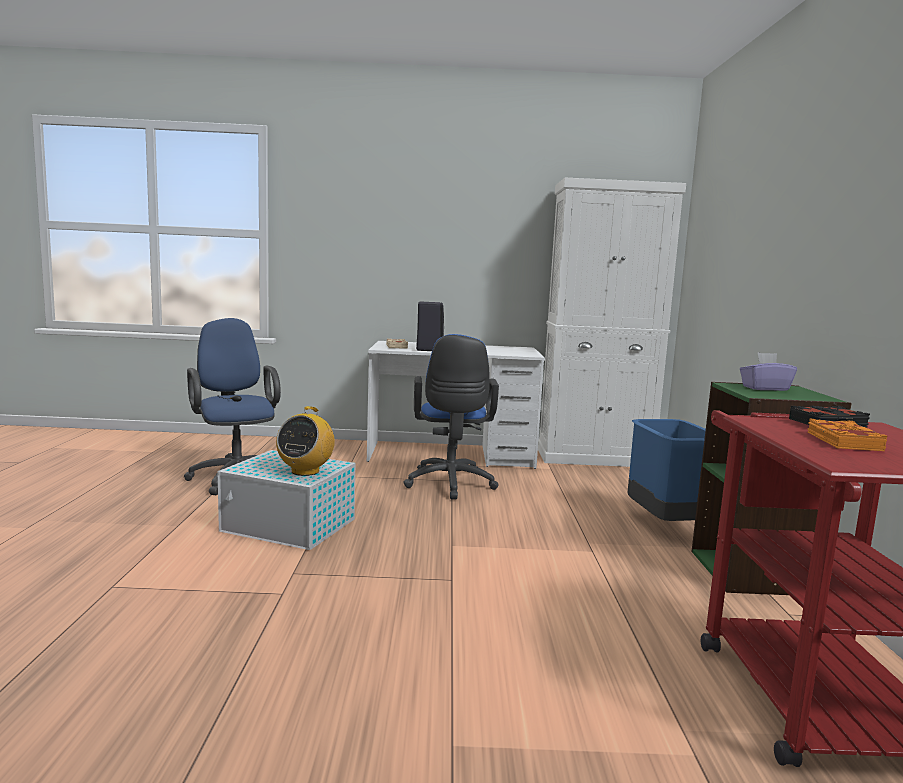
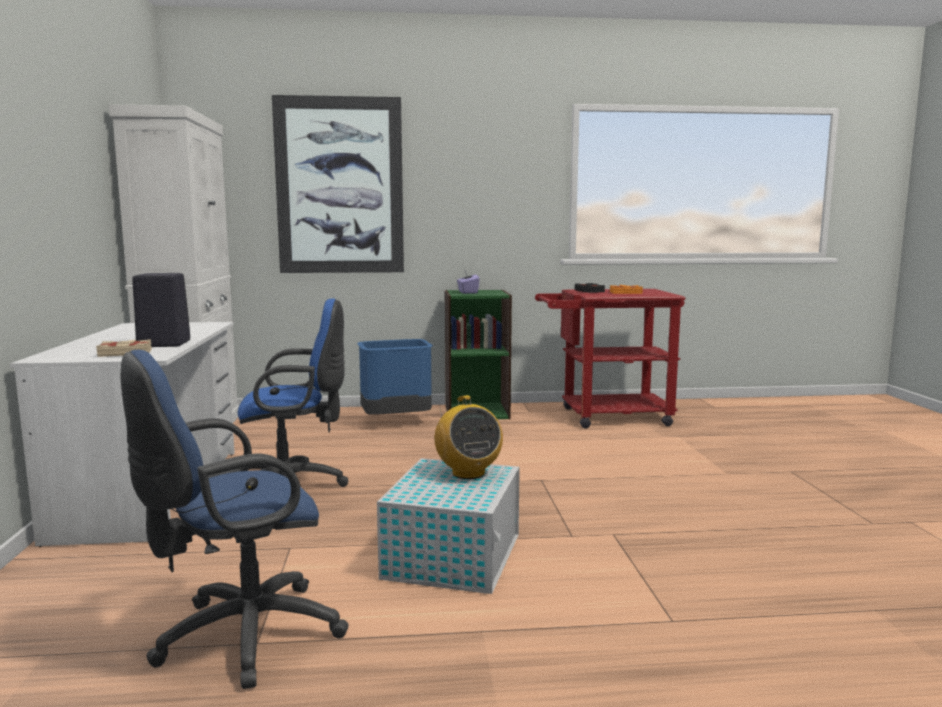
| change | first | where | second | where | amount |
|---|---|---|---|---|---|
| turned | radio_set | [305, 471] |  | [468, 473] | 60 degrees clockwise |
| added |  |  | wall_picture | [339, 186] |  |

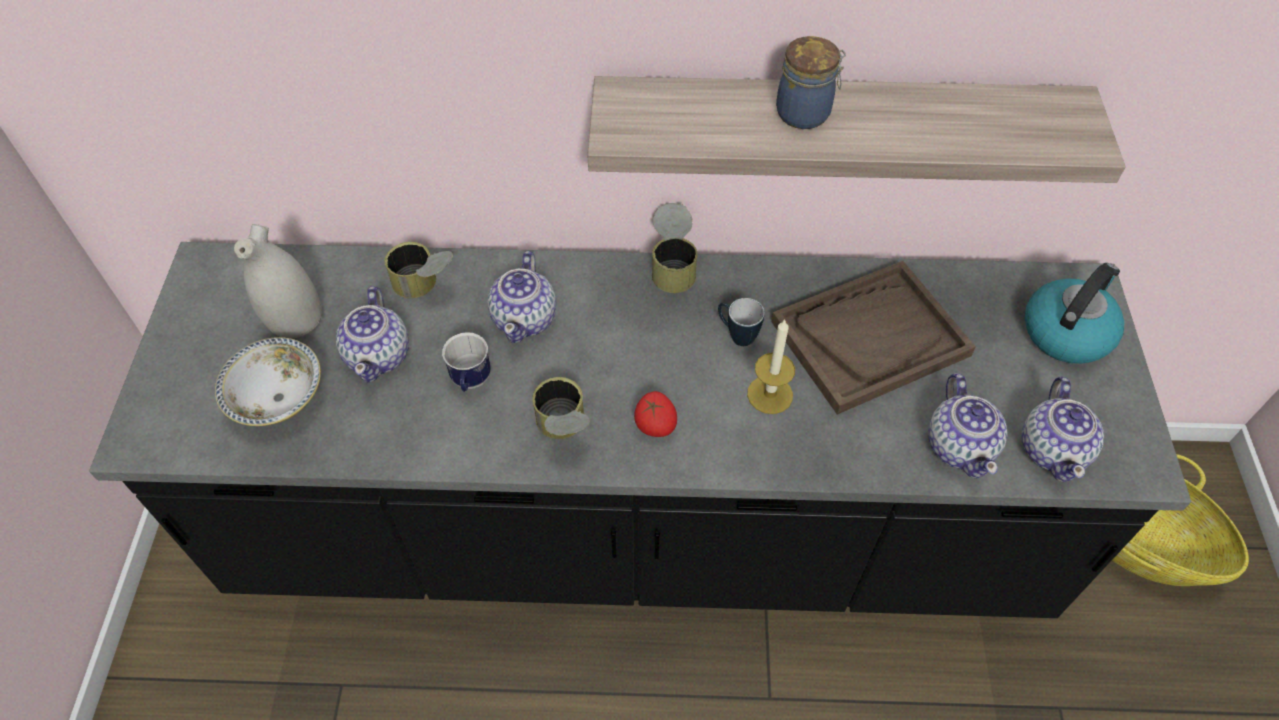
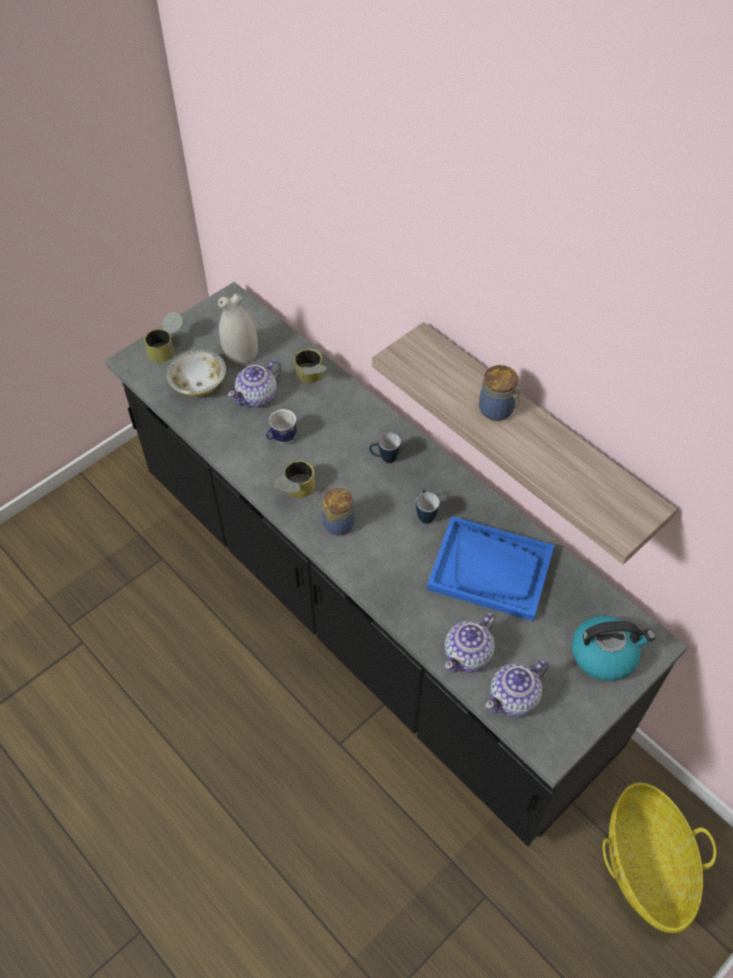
| change | first | where | second | where | amount |
|---|---|---|---|---|---|
| moved | sealed_can | [673, 265] |  | [167, 348] |  |
| removed | pot_for_tea | [525, 318] |  |  |  |
| recoloured | brown-coloured_tray | [870, 338] | bluish_tray | [491, 569] |  |
| removed | candle | [770, 394] |  |  |  |
| replaced | fresh_tomato | [655, 424] | jar | [337, 523] |  |
| added |  |  | coffee_mug | [384, 458] |  |

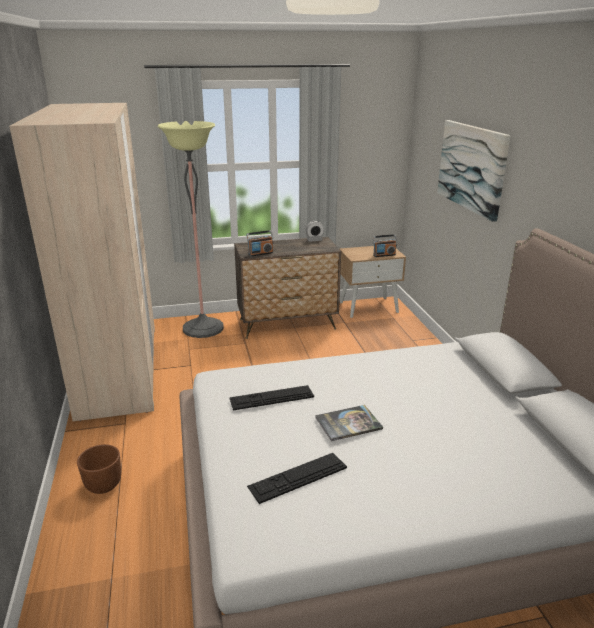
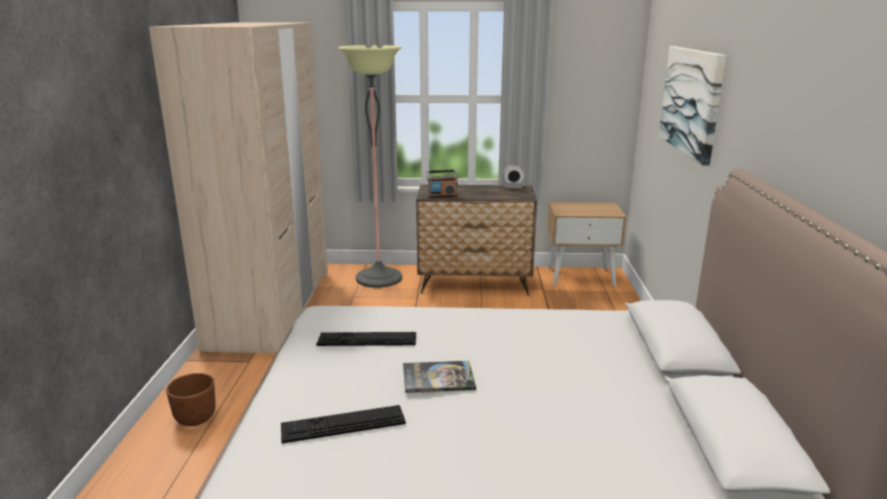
| change | first | where | second | where | amount |
|---|---|---|---|---|---|
| removed | radio_set | [384, 255] |  |  |  |

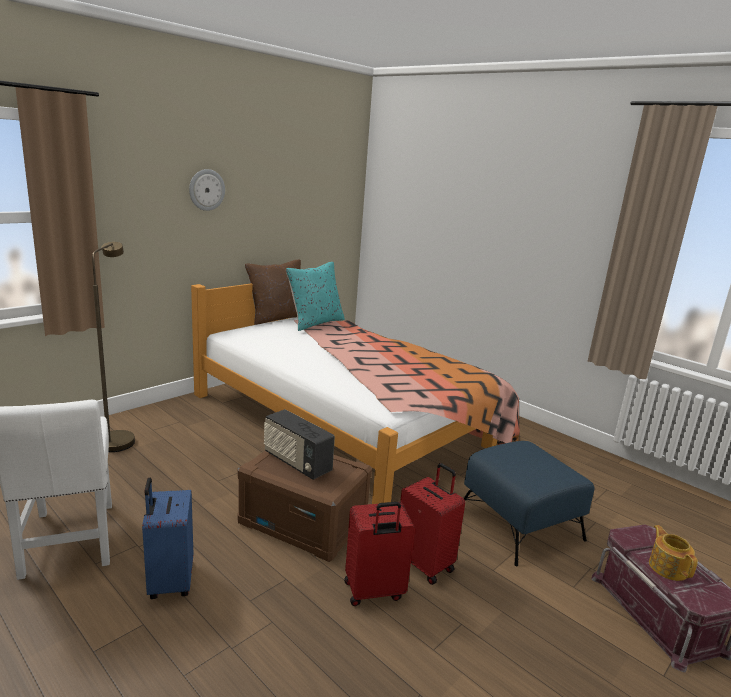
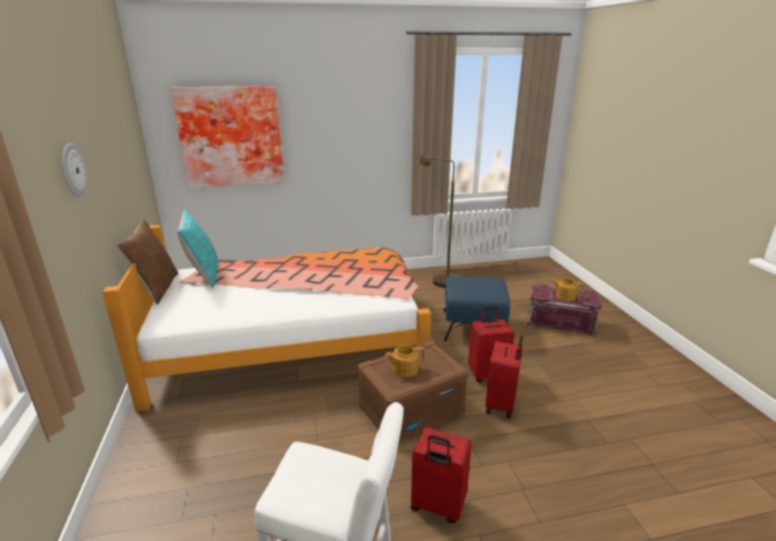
| change | first | where | second | where | amount |
|---|---|---|---|---|---|
| moved | brown-coloured_floor_lamp | [118, 438] |  | [437, 281] |  |
| replaced | radio_set | [296, 463] | pot_for_tea | [404, 369] |  |
| recoloured | bluish_suitcase | [169, 581] | reddish_suitcase | [437, 506] |  |
| added |  |  | wall_picture | [231, 136] |  |

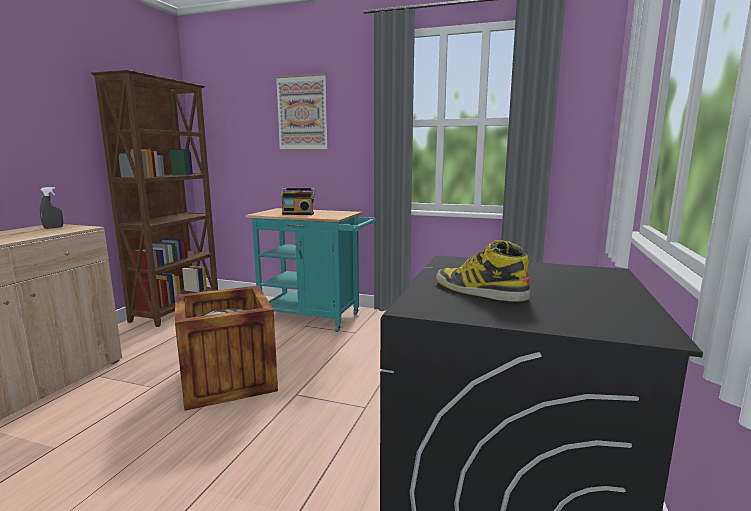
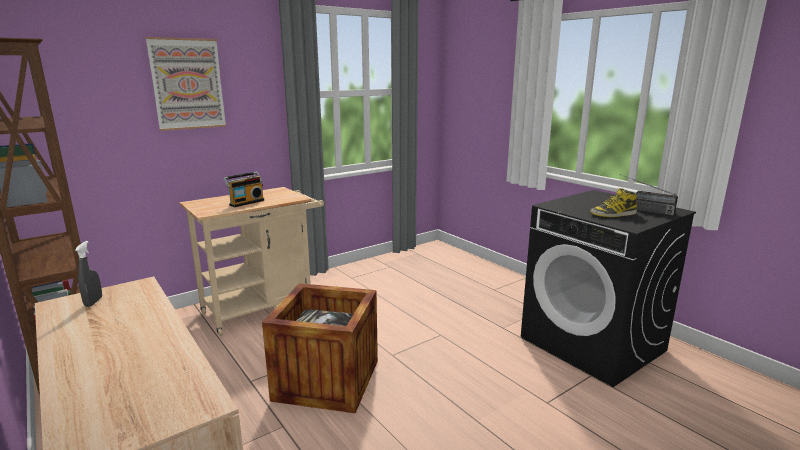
| change | first | where | second | where | amount |
|---|---|---|---|---|---|
| recoloured | blue-green_wheeled_cart | [315, 318] | beige-coloured_wheeled_cart | [264, 308] |  |
| added |  |  | radio_set | [643, 210] |  |

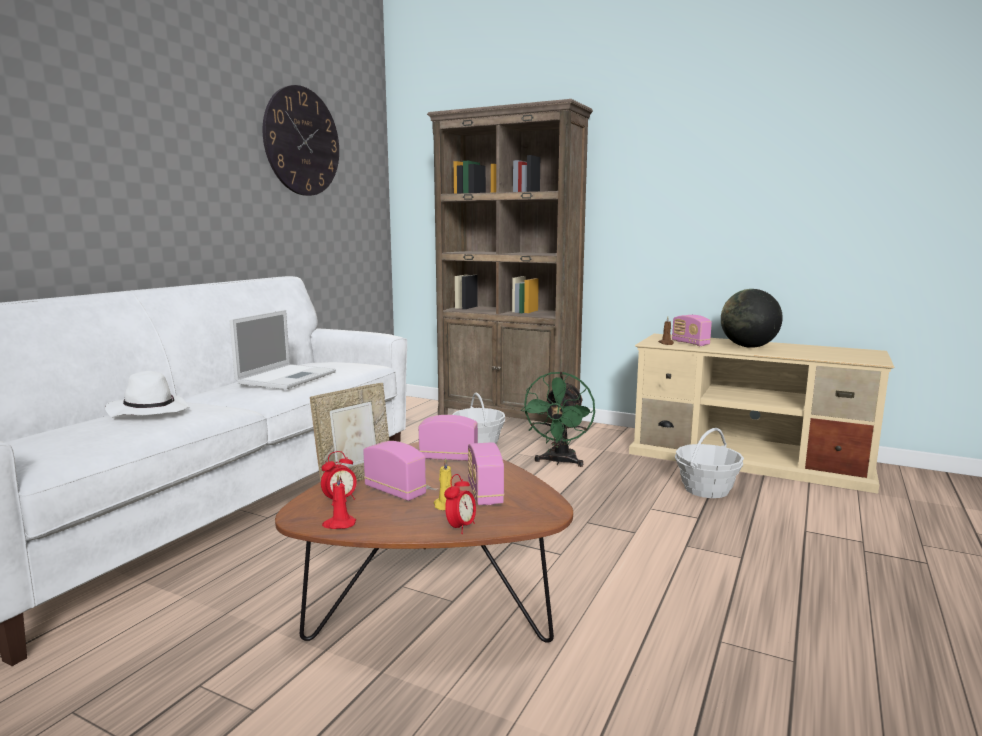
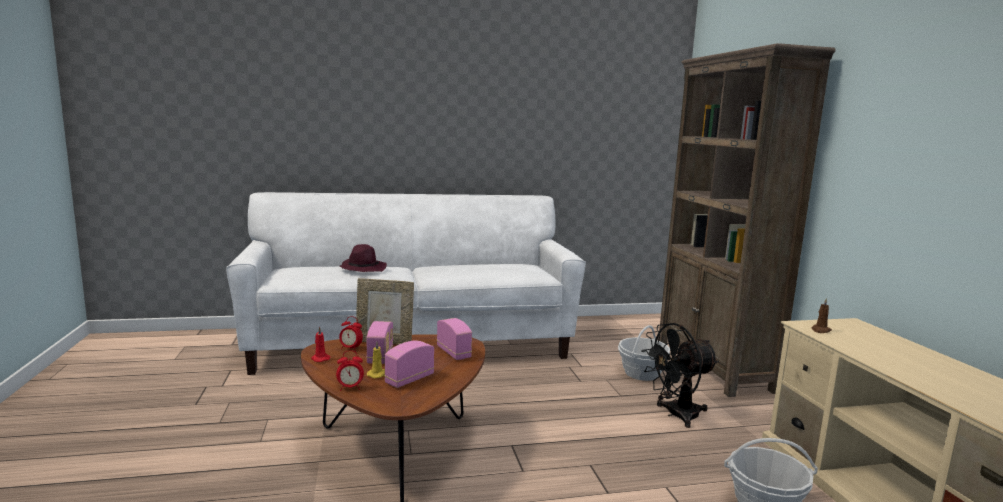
| change | first | where | second | where | amount |
|---|---|---|---|---|---|
| removed | wall_clock | [302, 141] |  |  |  |
| removed | world_globe | [748, 347] |  |  |  |
| removed | notebook_computer | [288, 377] |  |  |  |
| removed | radio_set | [690, 343] |  |  |  |
| recoloured | white_wearable_hat | [148, 411] | purple-coloured_wearable_hat | [362, 268] |  |
| recoloured | green_electric_fan | [559, 462] | black-coloured_electric_fan | [675, 415] |  |

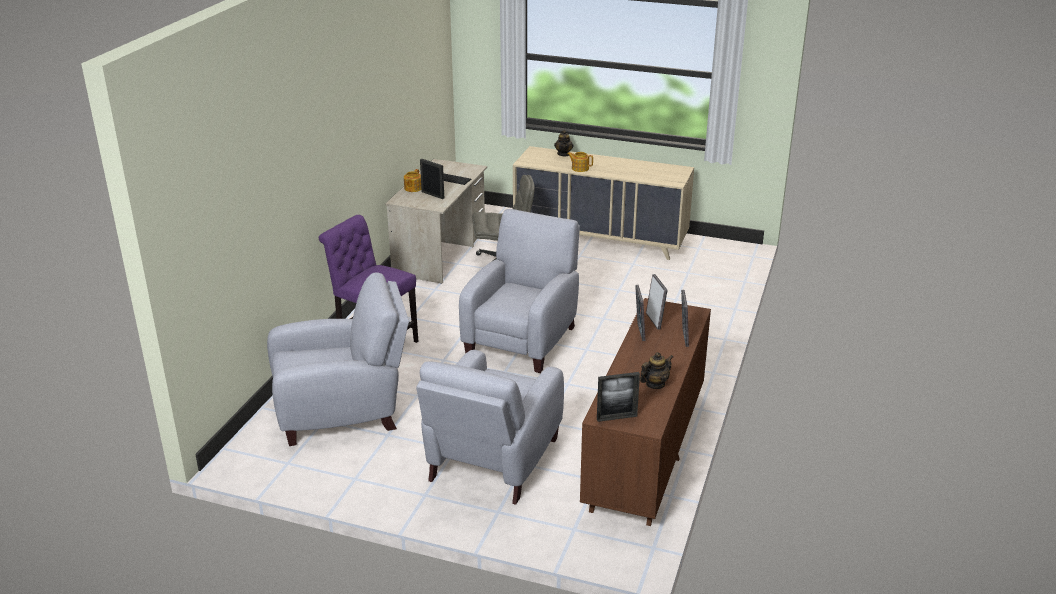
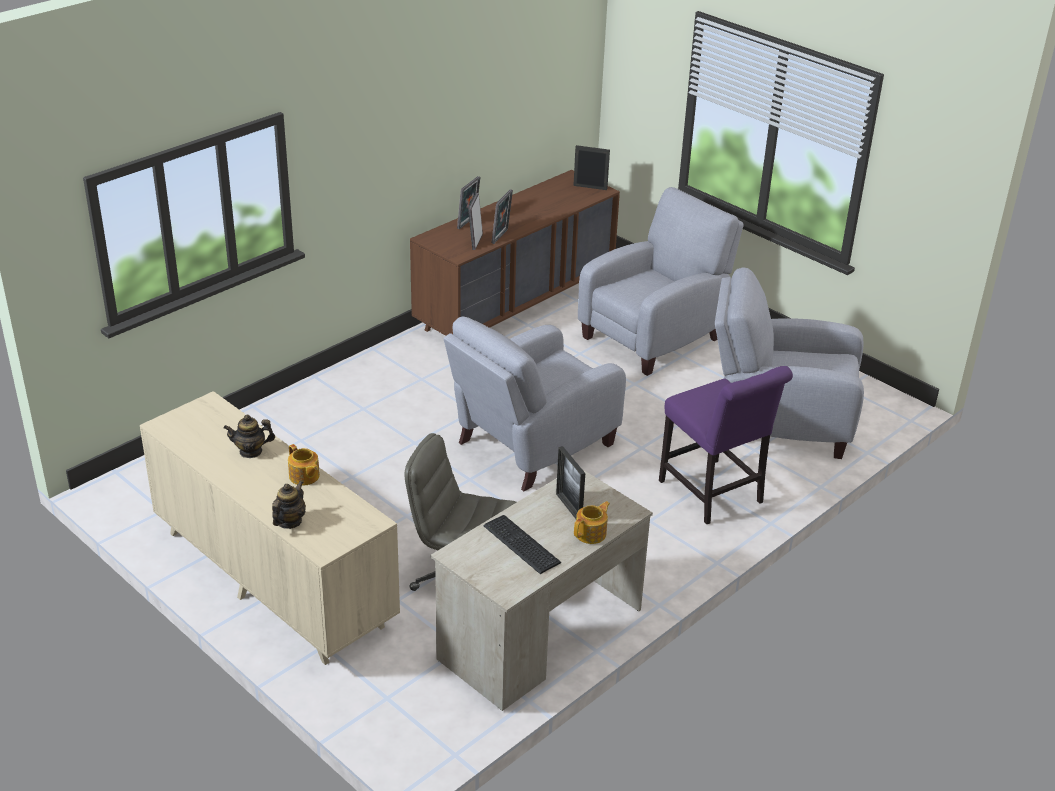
| change | first | where | second | where | amount |
|---|---|---|---|---|---|
| moved | pot_for_tea | [655, 384] |  | [251, 451] |  |

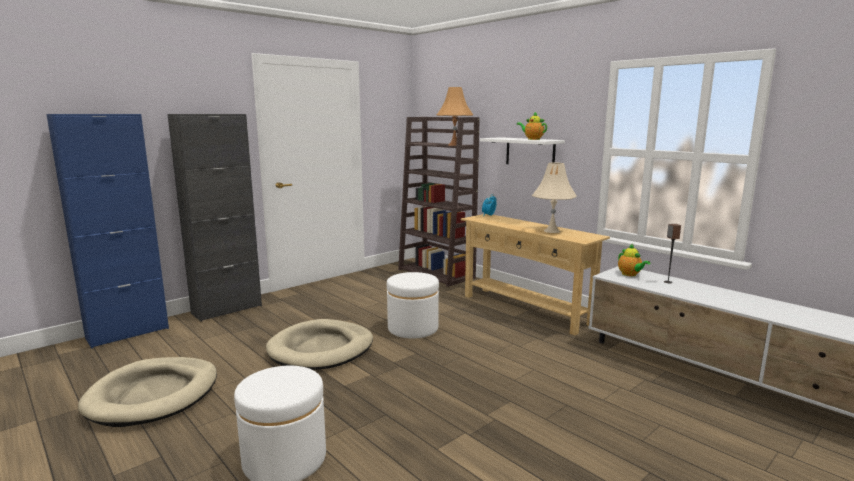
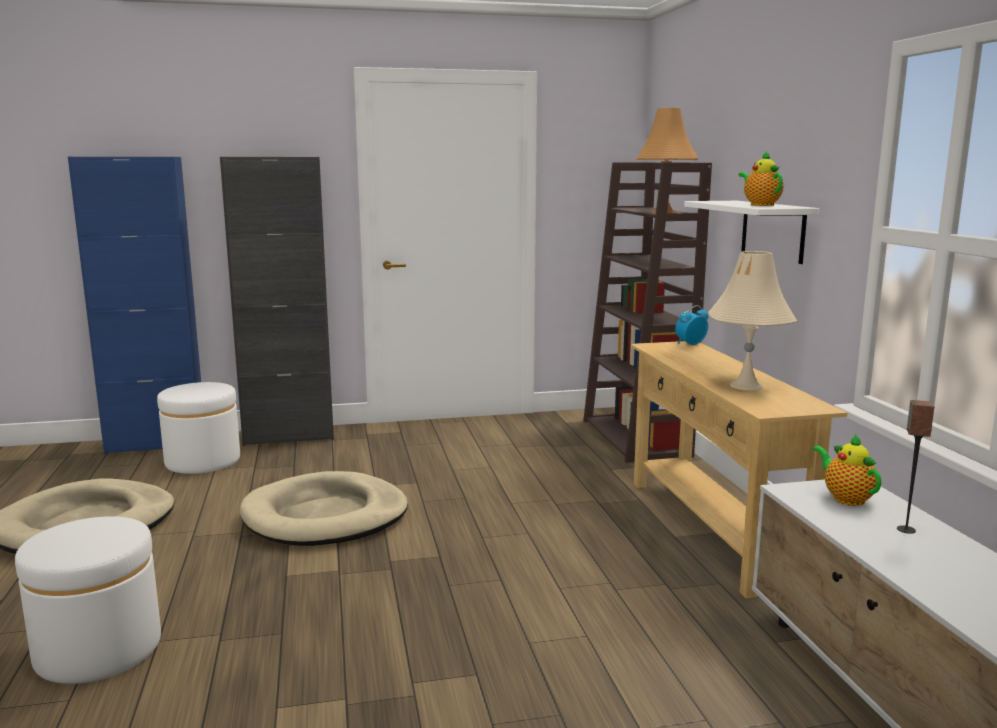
| change | first | where | second | where | amount |
|---|---|---|---|---|---|
| turned | pot_for_tea | [630, 274] |  | [845, 498] | 150 degrees clockwise |
| moved | white_ottoman | [413, 328] |  | [203, 461] |  |

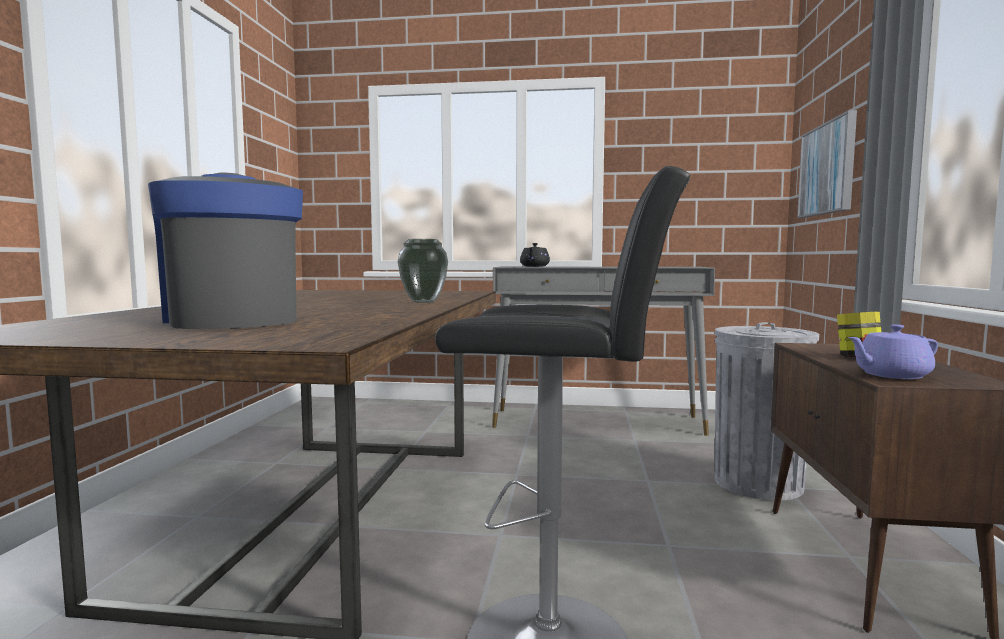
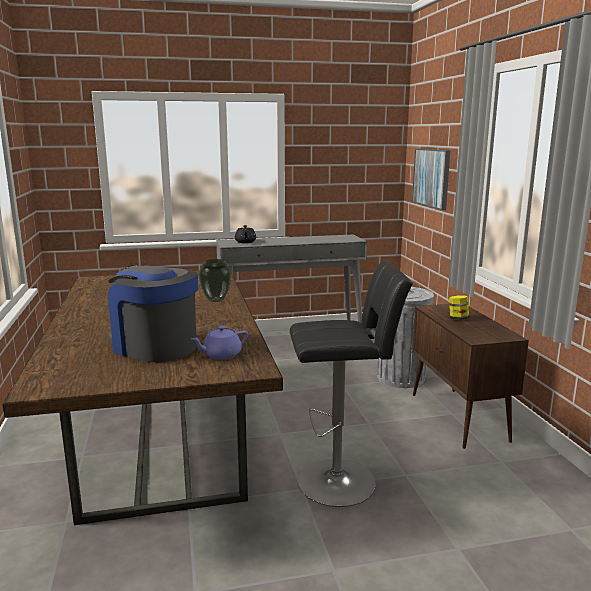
| change | first | where | second | where | amount |
|---|---|---|---|---|---|
| moved | purple-coloured_pot_for_tea | [891, 375] |  | [221, 355] |  |

